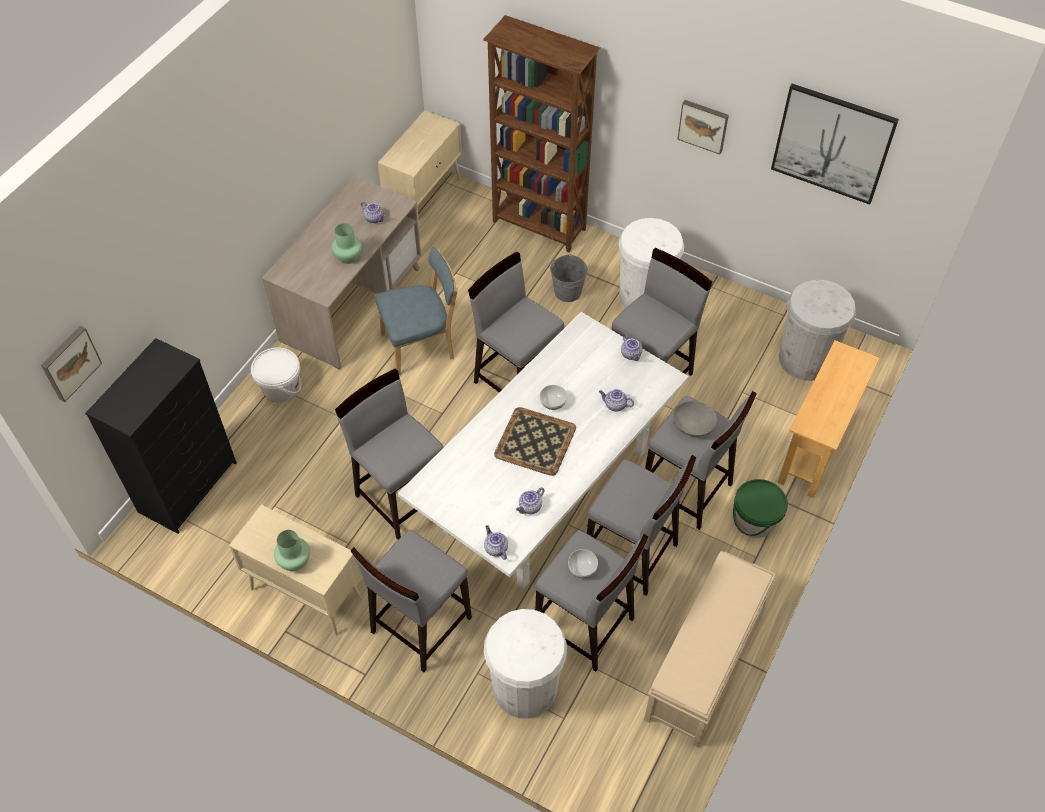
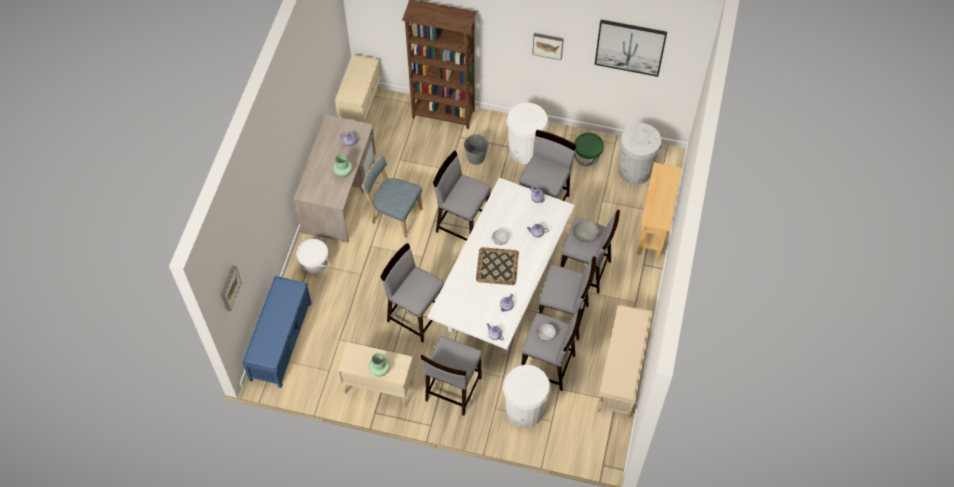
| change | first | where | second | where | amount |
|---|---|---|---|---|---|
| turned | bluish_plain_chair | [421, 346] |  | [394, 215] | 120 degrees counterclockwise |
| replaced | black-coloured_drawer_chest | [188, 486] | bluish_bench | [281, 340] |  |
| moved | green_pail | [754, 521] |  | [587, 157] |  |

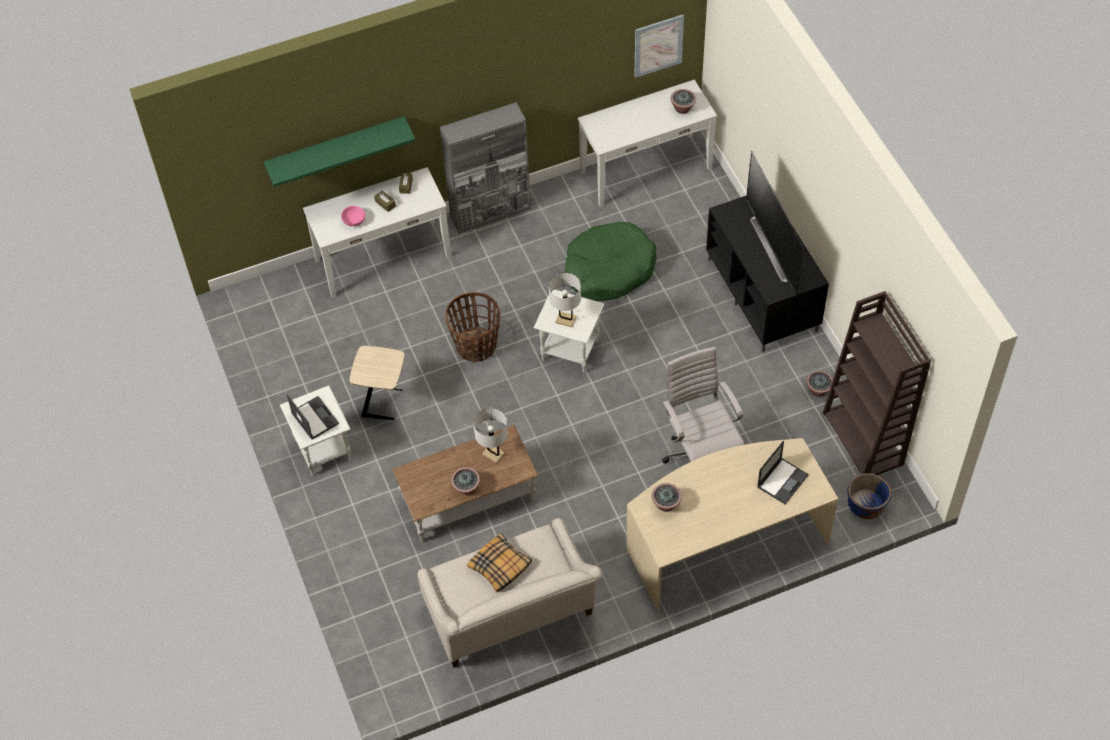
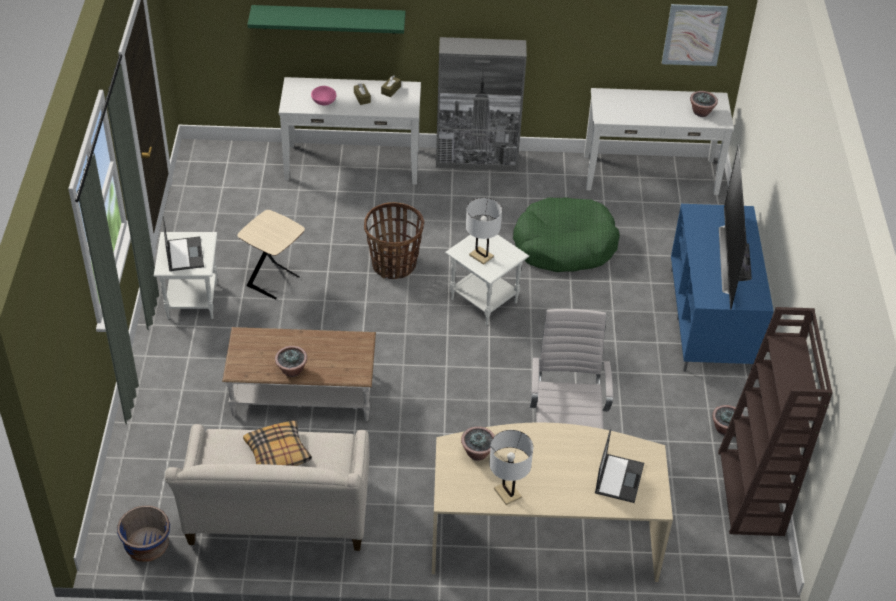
| change | first | where | second | where | amount |
|---|---|---|---|---|---|
| recoloured | black-coloured_media_console | [763, 295] | bluish_media_console | [712, 321] |  |
| moved | white_lamp_for_a_table | [493, 454] |  | [507, 493] |  |
| turned | notebook_computer | [782, 480] |  | [619, 478] | 45 degrees counterclockwise |
| moved | bluish_flower_pot | [866, 505] |  | [147, 546] |  |

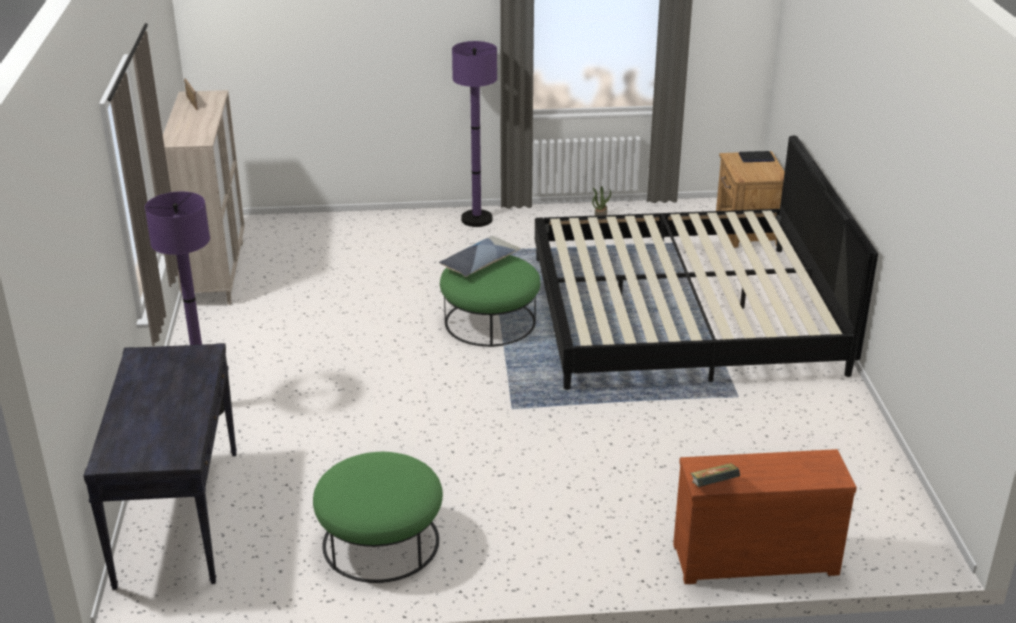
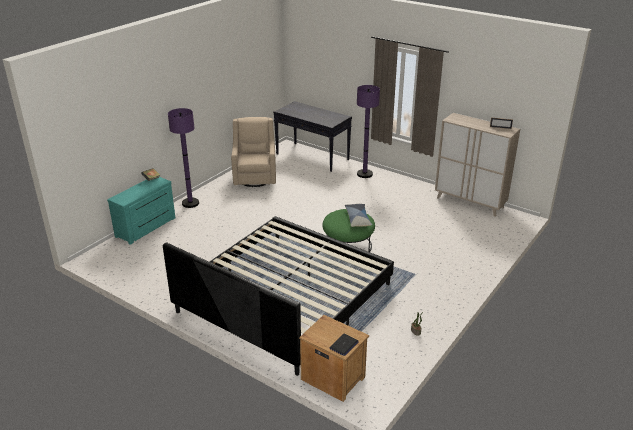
| change | first | where | second | where | amount |
|---|---|---|---|---|---|
| moved | purple-coloured_floor_lamp | [476, 219] |  | [190, 203] |  |
| recoloured | brown-coloured_drawer_chest | [754, 556] | blue-green_drawer_chest | [147, 227] |  |
| replaced | green_ottoman | [380, 542] | beige-coloured_easy_chair | [255, 178] |  |

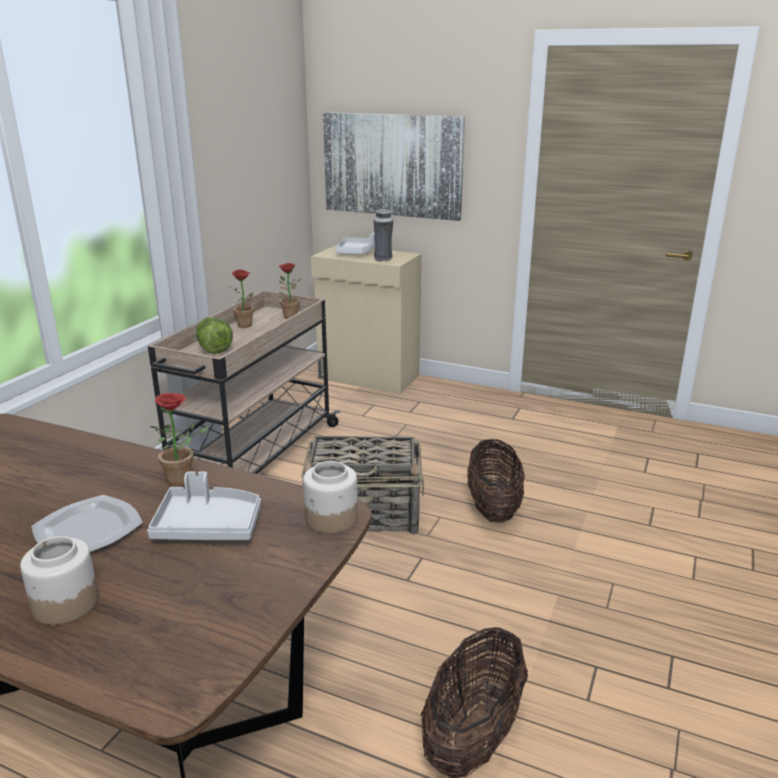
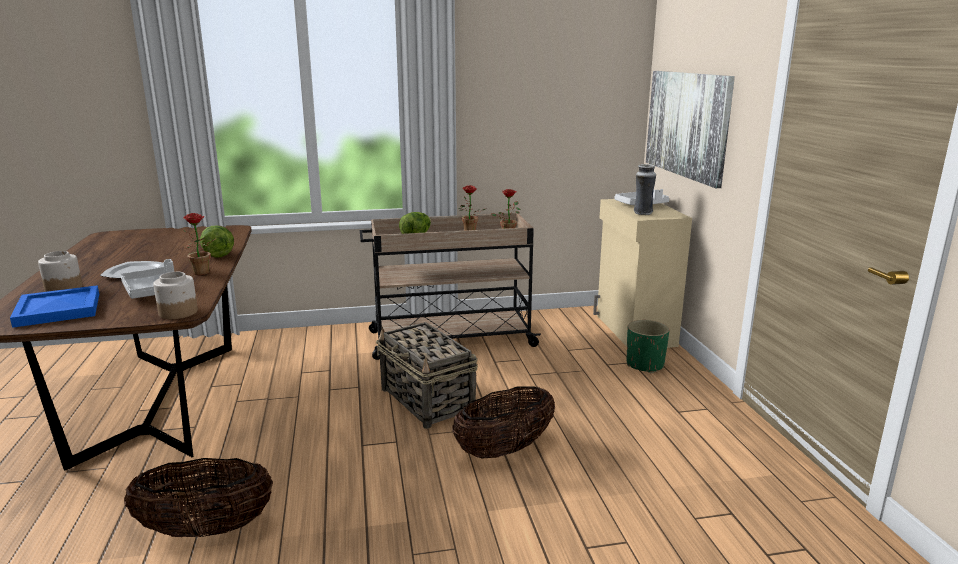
| change | first | where | second | where | amount |
|---|---|---|---|---|---|
| added |  |  | lettuce | [217, 254] |  |
| added |  |  | bluish_tray | [59, 310] |  |
| added |  |  | green_flower_pot | [645, 365] |  |

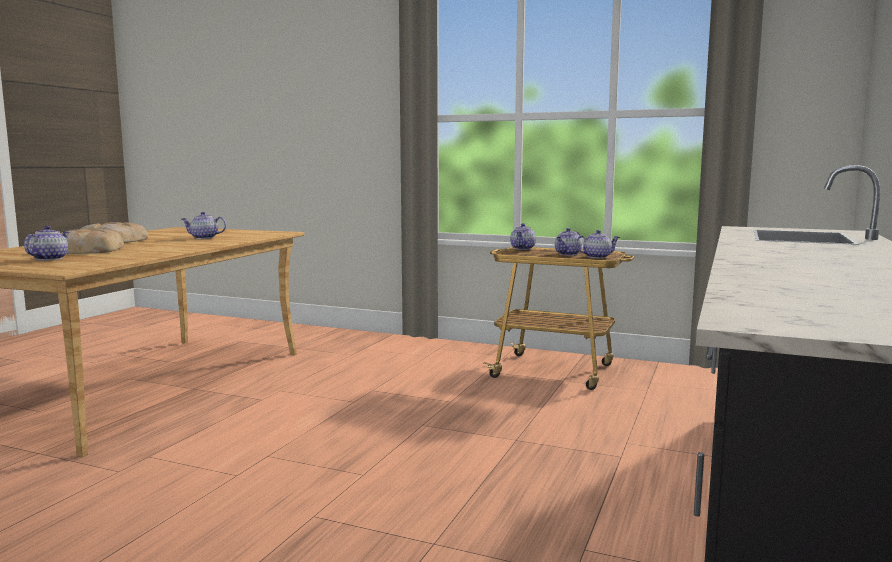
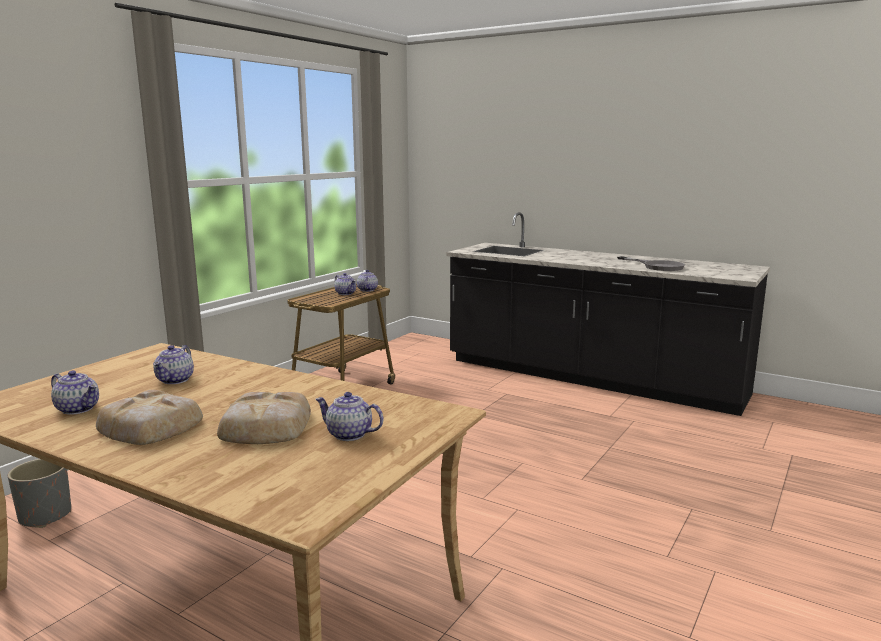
| change | first | where | second | where | amount |
|---|---|---|---|---|---|
| moved | pot_for_tea | [523, 248] |  | [78, 409] |  |
| added |  |  | gray_frying_pan | [657, 266] |  |
| added |  |  | gray_flower_pot | [45, 516] |  |

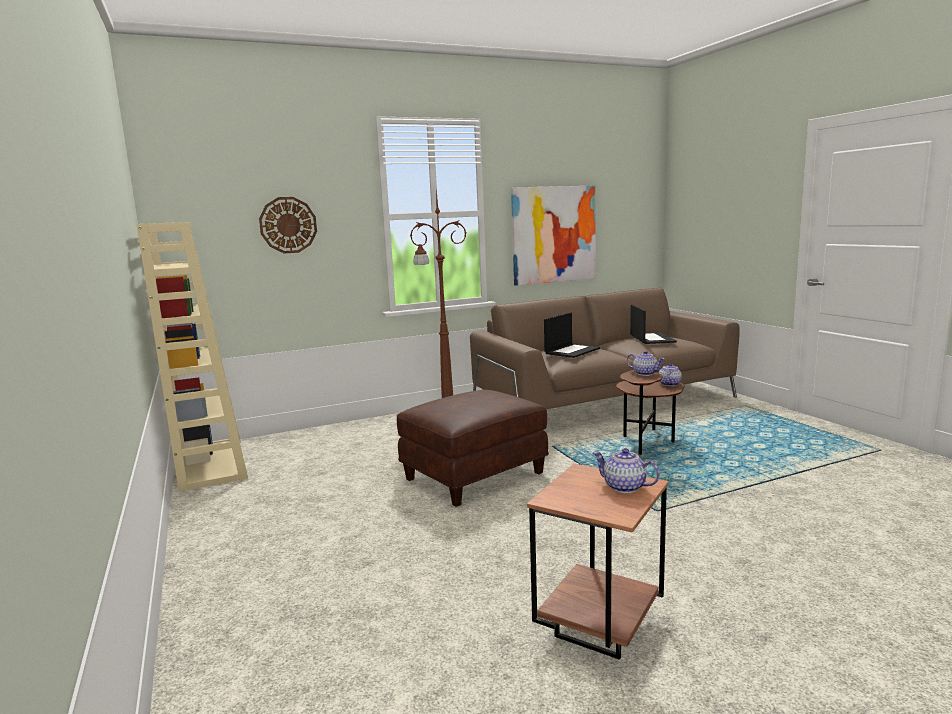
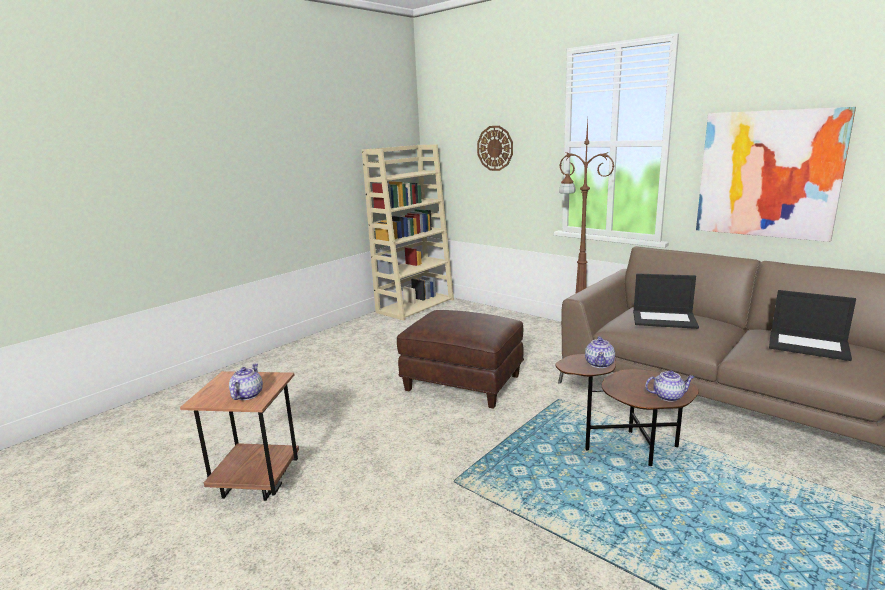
| change | first | where | second | where | amount |
|---|---|---|---|---|---|
| turned | notebook_computer | [651, 338] |  | [809, 345] | 60 degrees clockwise |

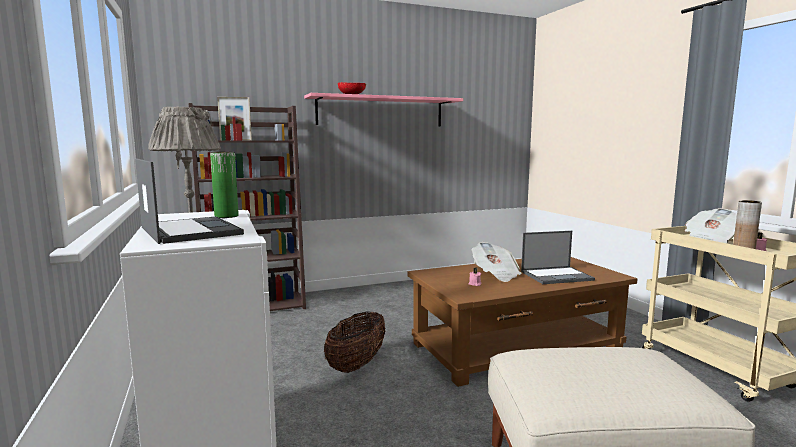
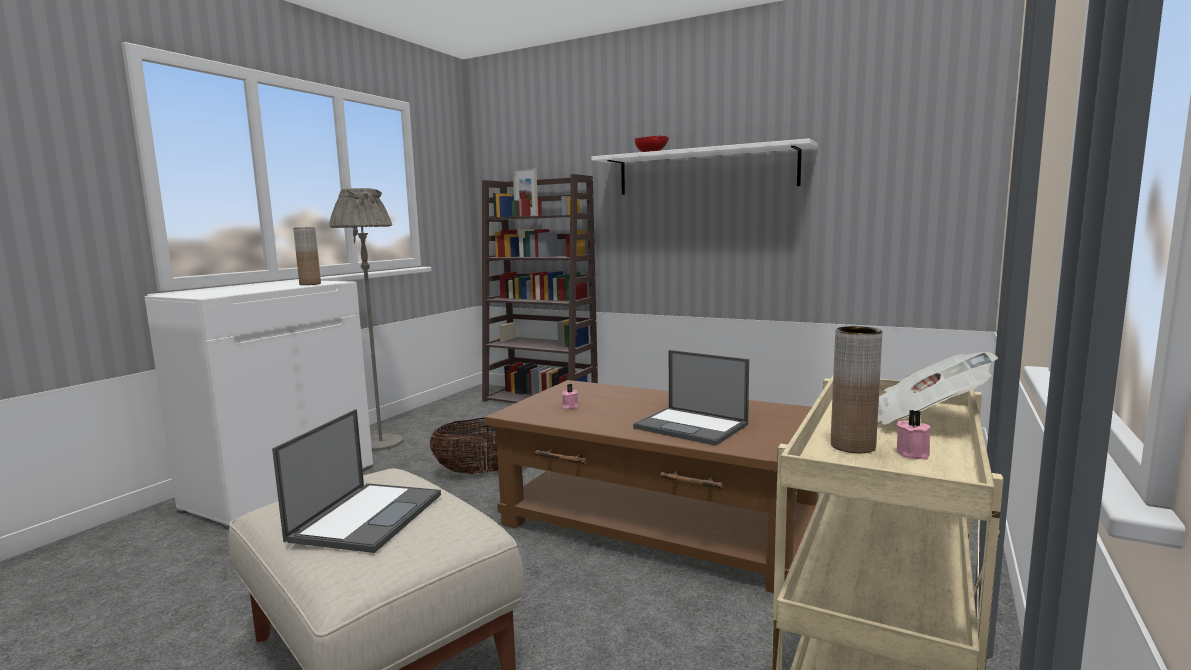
| change | first | where | second | where | amount |
|---|---|---|---|---|---|
| recoloured | pink-coloured_bracket_shelf | [381, 112] | white_bracket_shelf | [705, 171] |  |
| recoloured | green_flower_vase | [226, 216] | brown-coloured_flower_vase | [310, 284] |  |
| moved | notebook_computer | [189, 231] |  | [368, 516] |  |
| removed | newspaper | [495, 274] |  |  |  |

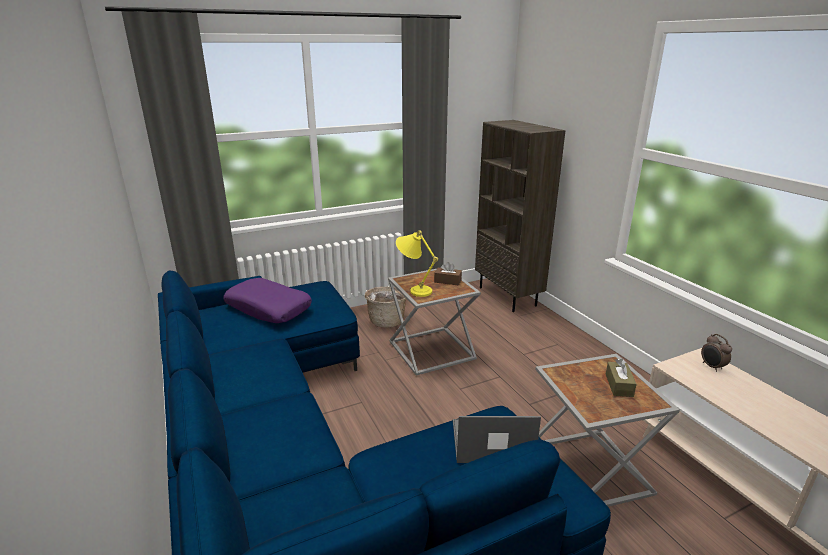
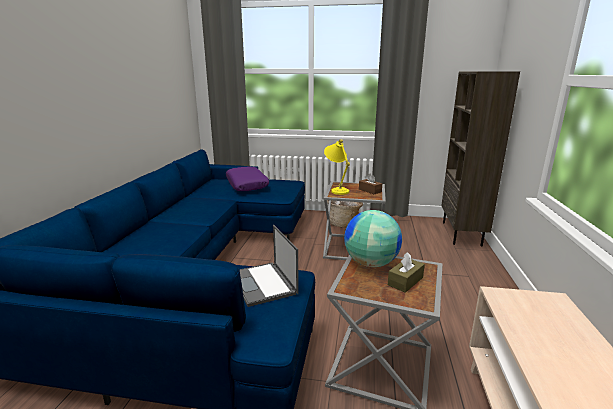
| change | first | where | second | where | amount |
|---|---|---|---|---|---|
| removed | alarm_clock | [712, 367] |  |  |  |
| turned | notebook_computer | [490, 442] |  | [263, 284] | 150 degrees counterclockwise |
| added |  |  | world_globe | [370, 263] |  |

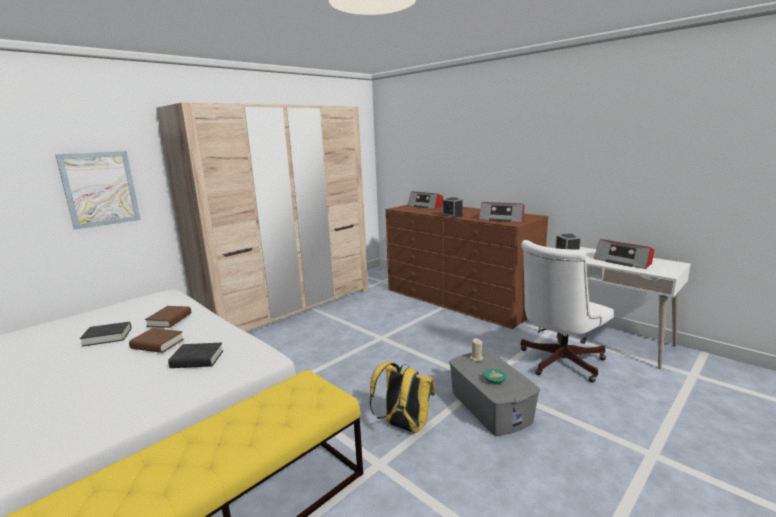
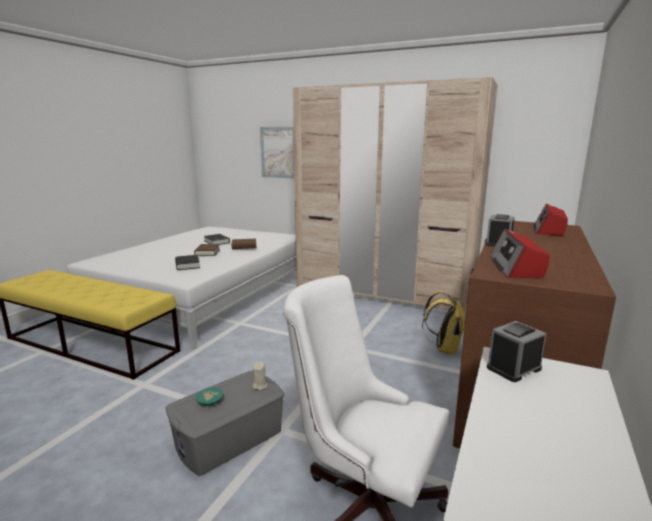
| change | first | where | second | where | amount |
|---|---|---|---|---|---|
| removed | radio_set | [623, 261] |  |  |  |
| moved | yellowish_knapsack | [403, 426] |  | [444, 349] |  |

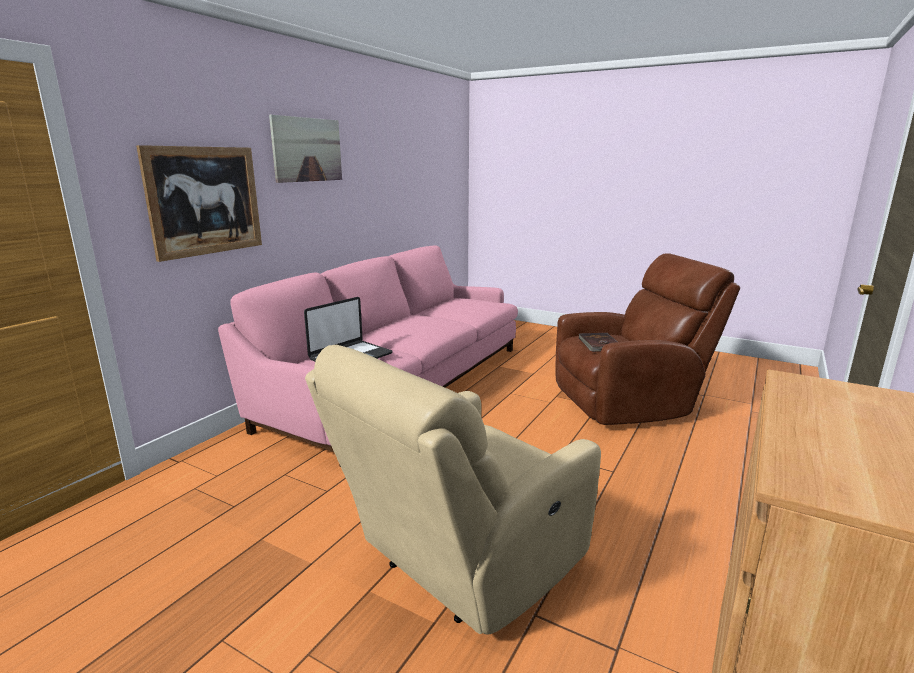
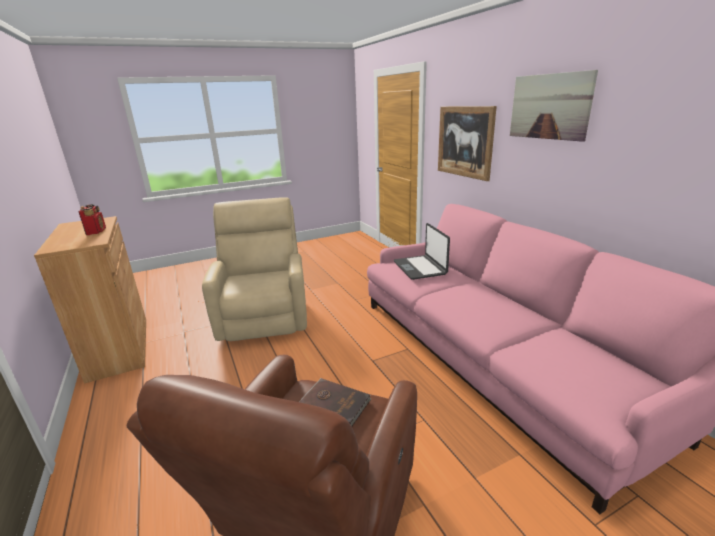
| change | first | where | second | where | amount |
|---|---|---|---|---|---|
| added |  |  | radio_set | [96, 231] |  |

